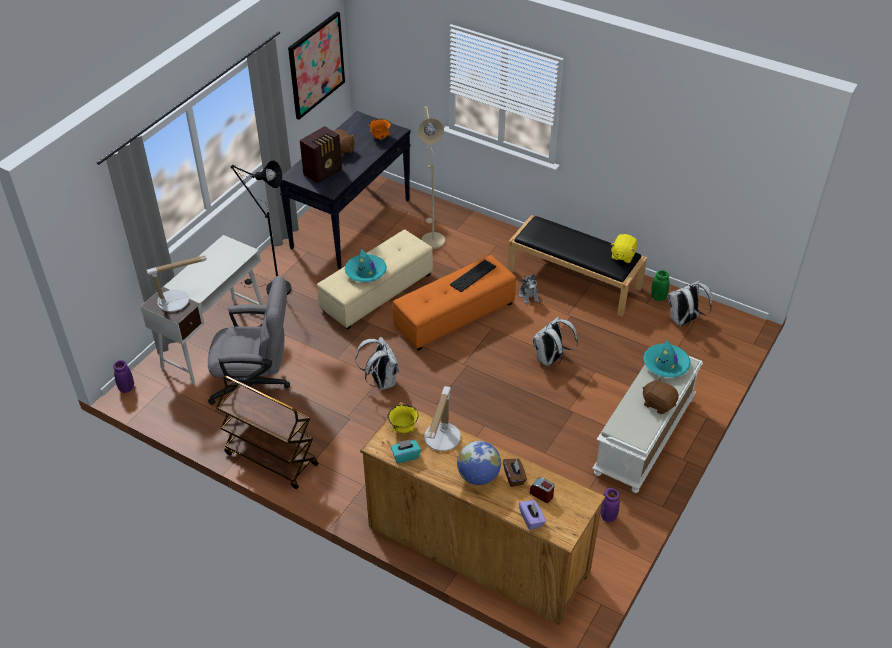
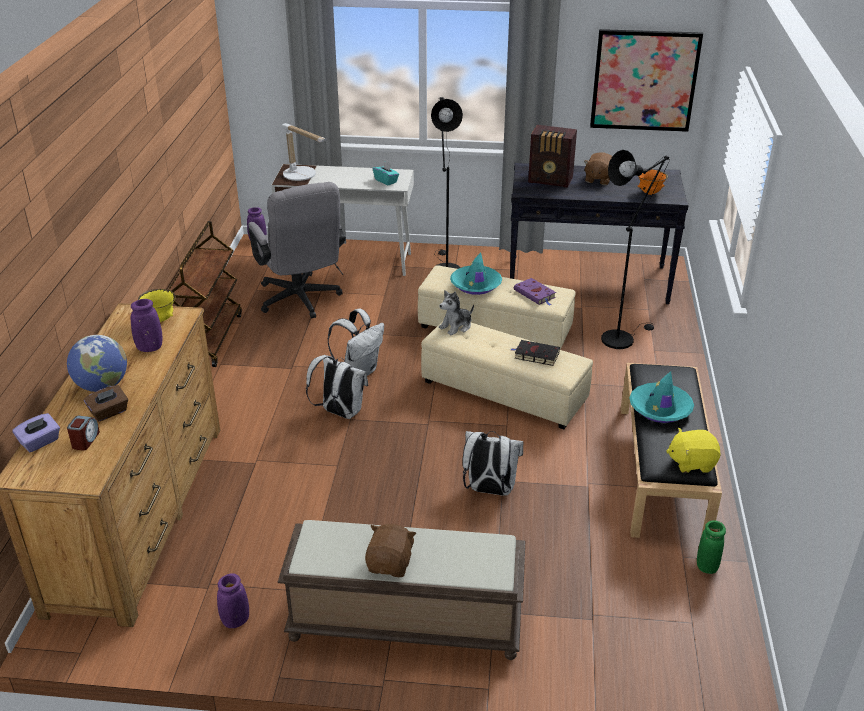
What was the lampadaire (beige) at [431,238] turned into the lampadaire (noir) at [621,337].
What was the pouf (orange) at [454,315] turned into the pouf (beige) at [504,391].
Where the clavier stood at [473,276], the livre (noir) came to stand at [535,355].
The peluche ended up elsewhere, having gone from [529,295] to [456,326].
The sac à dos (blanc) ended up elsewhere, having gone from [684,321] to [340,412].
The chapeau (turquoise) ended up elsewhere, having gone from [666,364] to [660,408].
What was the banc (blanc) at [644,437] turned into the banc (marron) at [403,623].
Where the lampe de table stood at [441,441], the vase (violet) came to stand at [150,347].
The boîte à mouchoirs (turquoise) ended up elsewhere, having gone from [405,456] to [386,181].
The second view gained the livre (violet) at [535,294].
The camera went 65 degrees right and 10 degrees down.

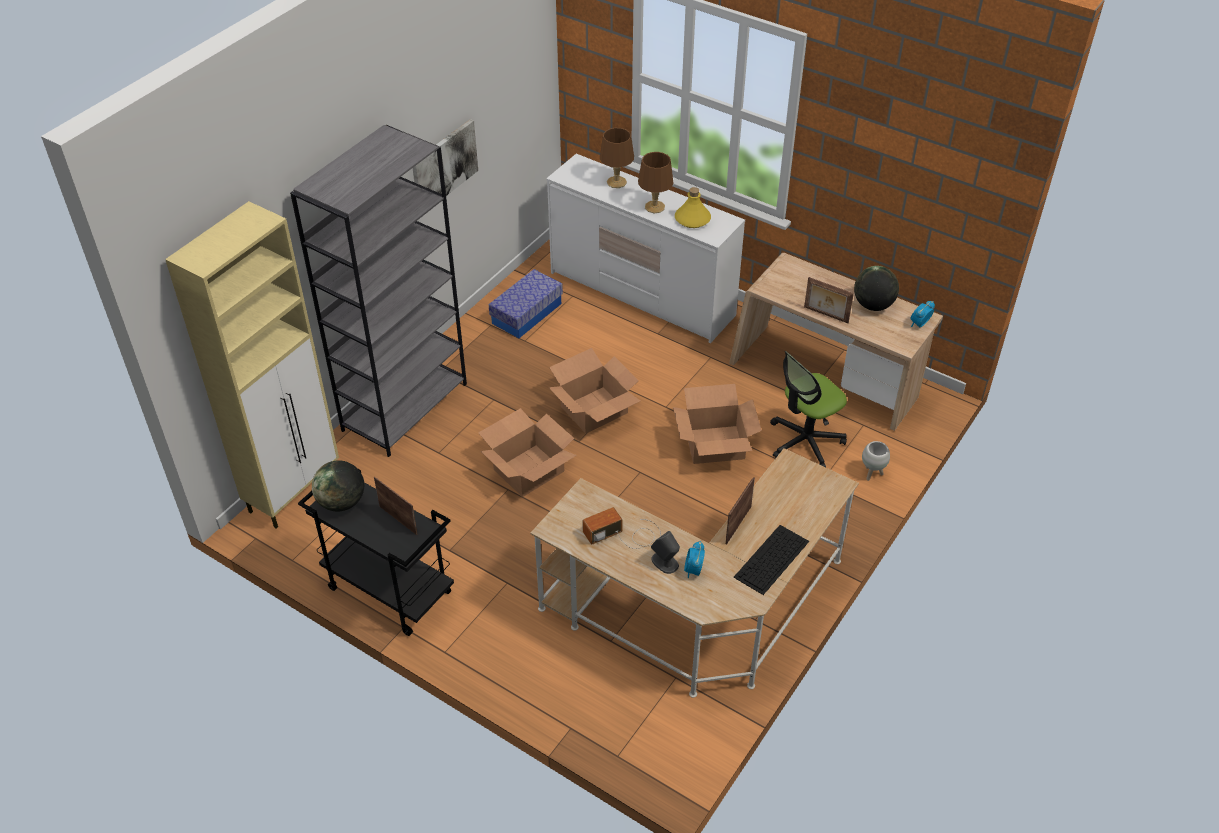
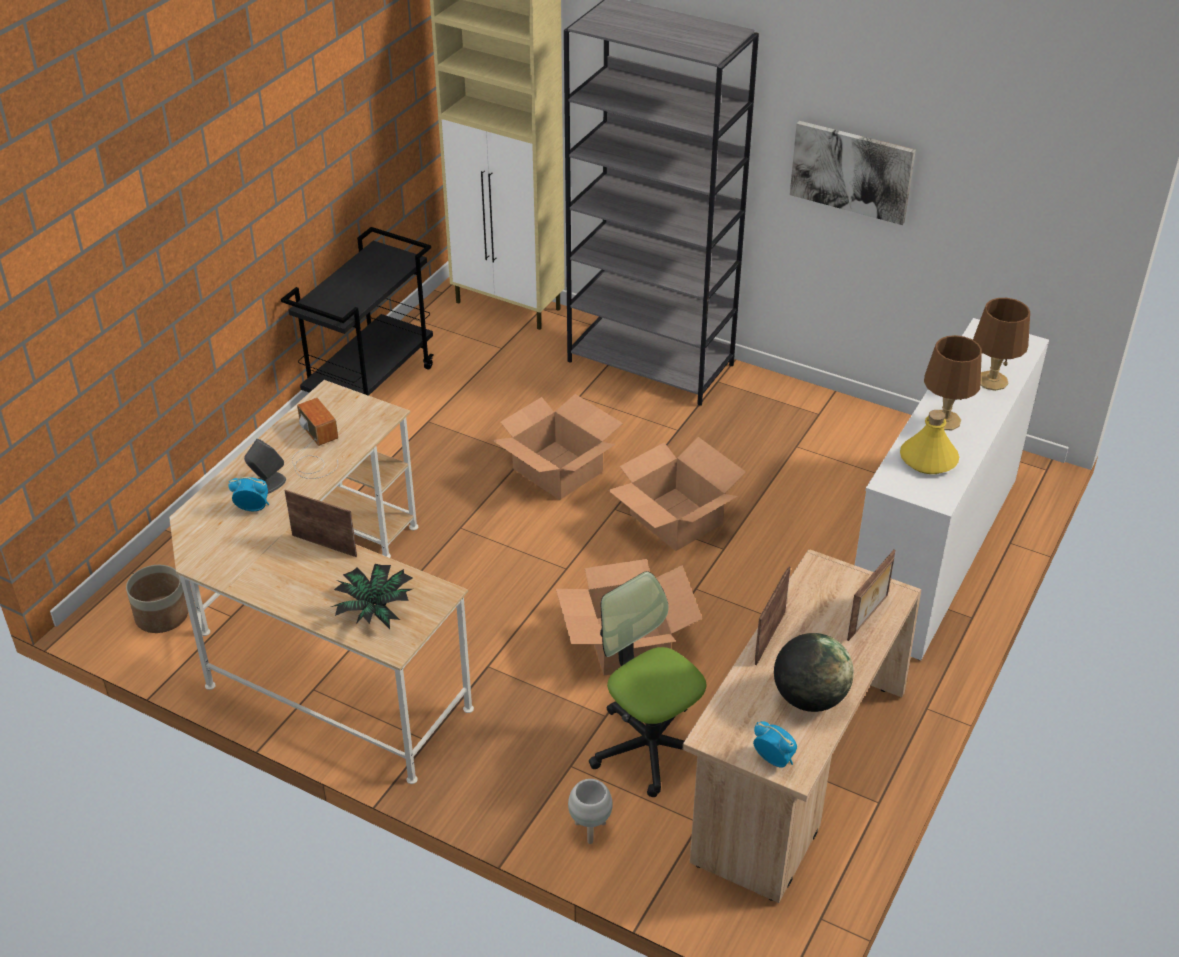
The second view lost the boîte de rangement at [526,313].
The second view lost the globe at [342,502].
The cadre photo ended up elsewhere, having gone from [399,519] to [868,618].
The second view lost the clavier at [771,560].
The second view gained the plante en pot at [375,609].
The second view gained the cache-pot at [161,615].
The camera went 85 degrees right and 5 degrees down.

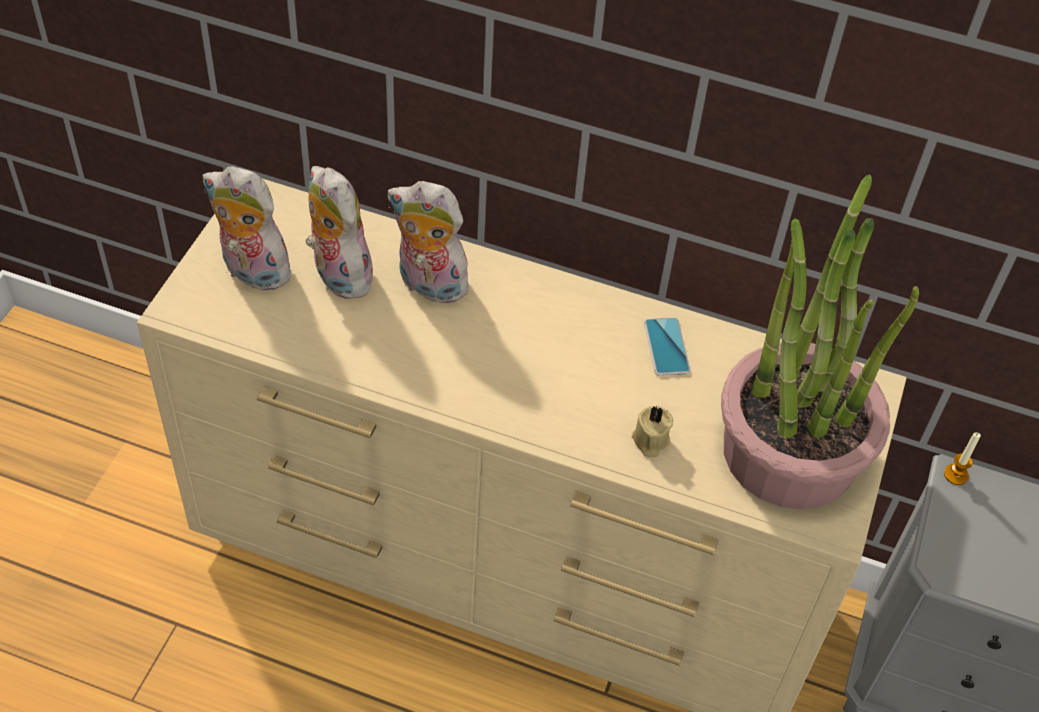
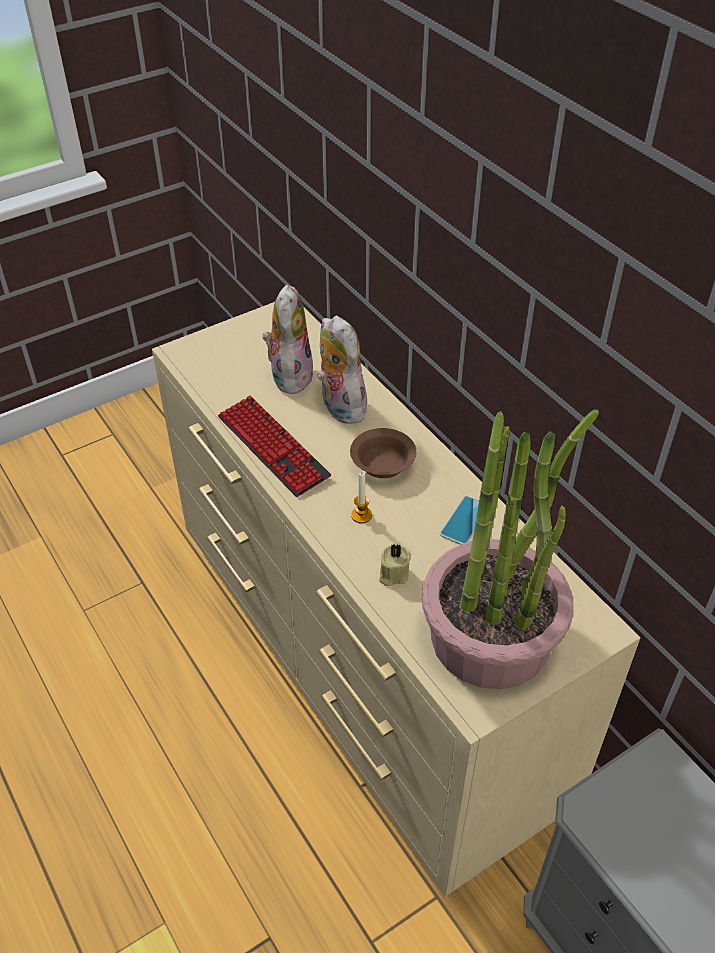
The second view lost the peluche at [251,272].
The bougie ended up elsewhere, having gone from [956,475] to [361,515].
The second view gained the clavier at [273,447].
The second view gained the bol (marron) at [381,463].
The camera went 40 degrees right and 5 degrees down.

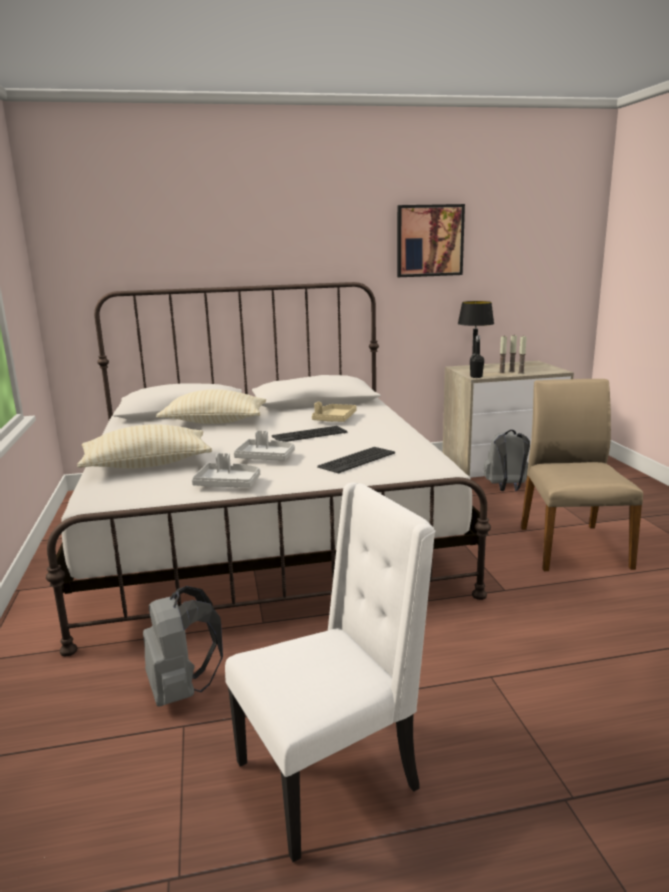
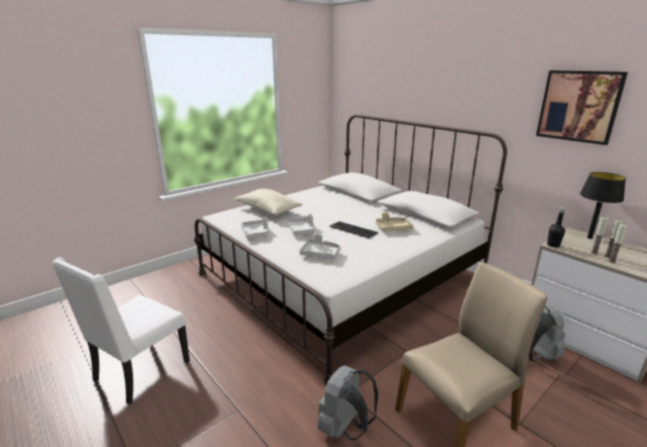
The second view lost the coussin (beige) at [214,422].
Where the clavier stood at [356,460], the plateau (gris) came to stand at [320,254].
The chaise (blanc) at [331,776] ended up facing another way, 90 degrees clockwise from before.
The sac à dos (gris) ended up elsewhere, having gone from [182,690] to [345,427].
The camera went 60 degrees right and 5 degrees up.

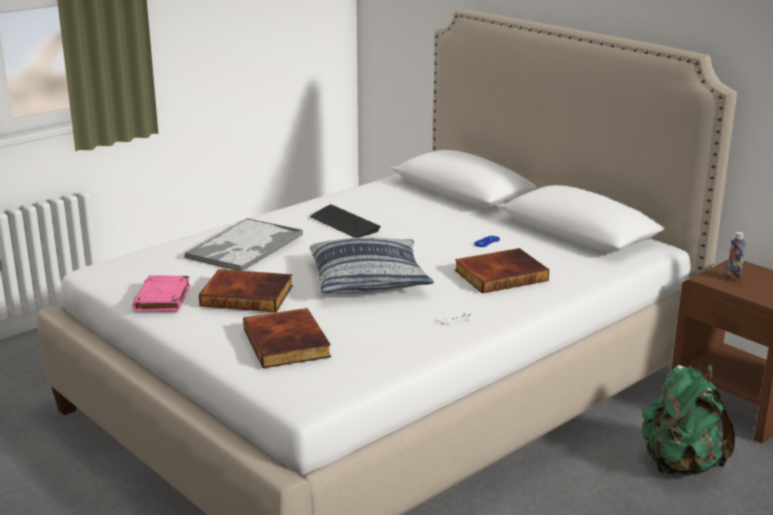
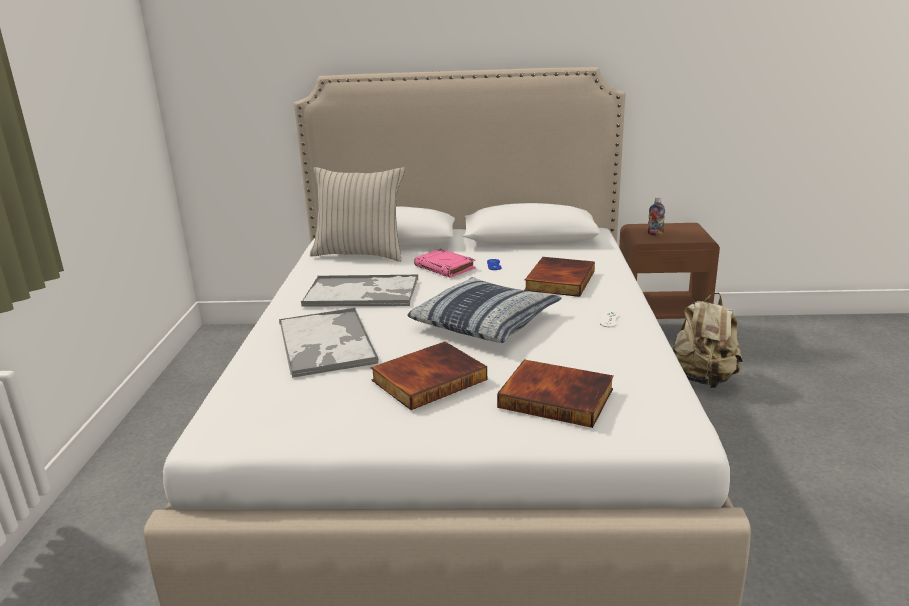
Where the clavier stood at [344,223], the plateau came to stand at [363,293].
The livre (rose) ended up elsewhere, having gone from [162,299] to [445,267].
What was the sac à dos (vert) at [680,465] turned into the sac à dos (beige) at [703,379].
The second view gained the coussin (beige) at [360,254].
The camera went 45 degrees left and 0 degrees up.

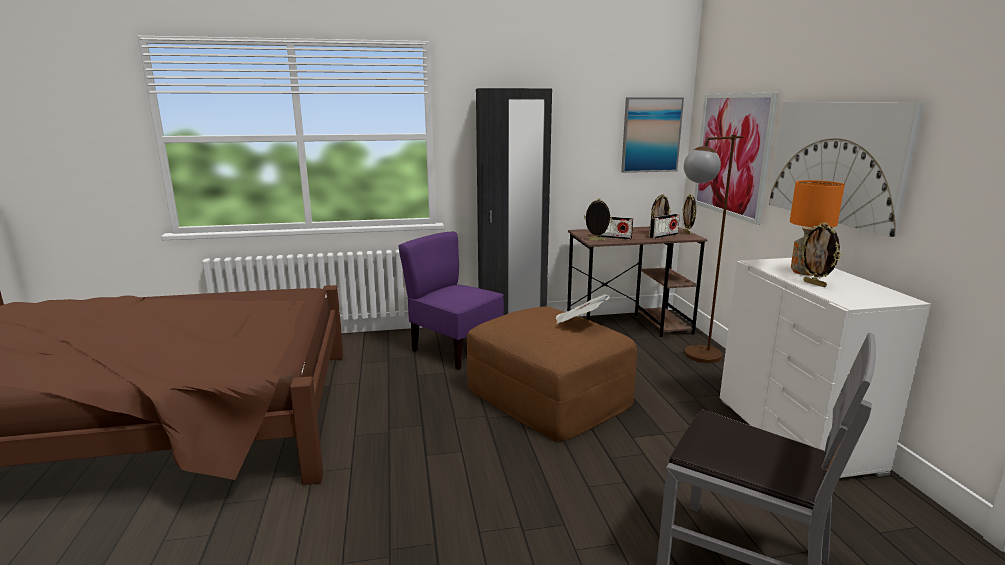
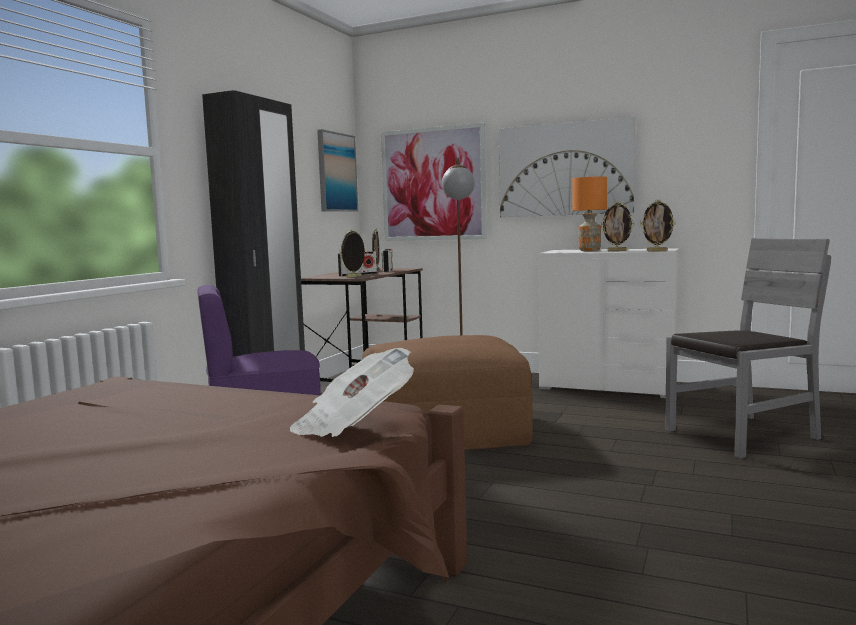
The cadre photo ended up elsewhere, having gone from [687,233] to [657,251].
The journal ended up elsewhere, having gone from [579,323] to [353,425].
The camera went 55 degrees left and 10 degrees down.

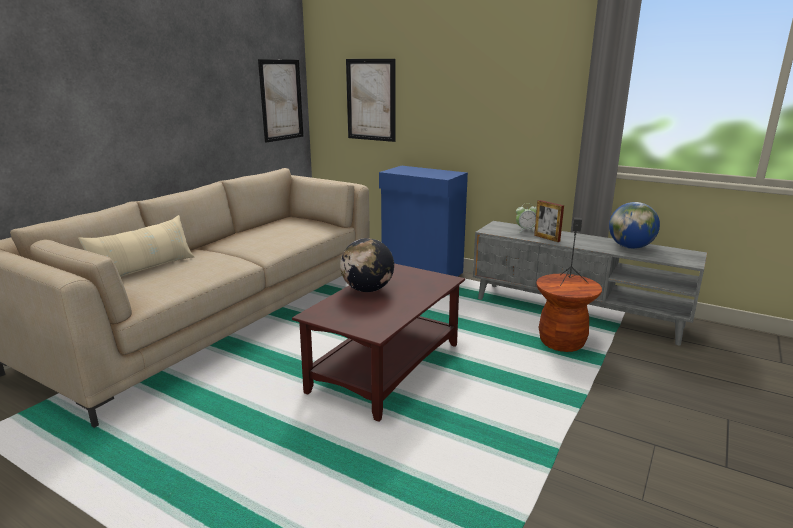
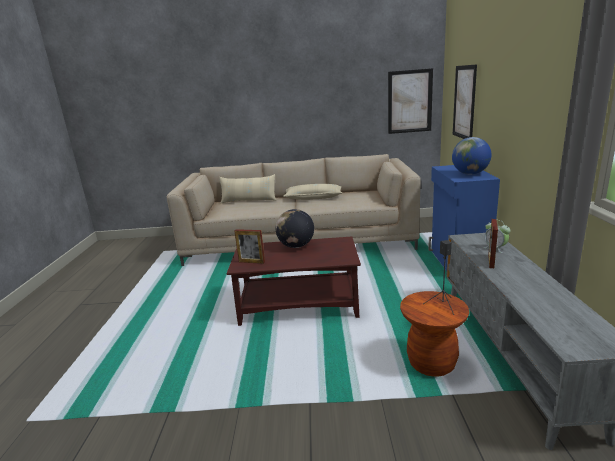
The globe ended up elsewhere, having gone from [630,247] to [470,174].
The second view gained the coussin (beige) at [313,198].
The second view gained the cadre photo at [251,262].
The camera went 60 degrees right and 0 degrees up.

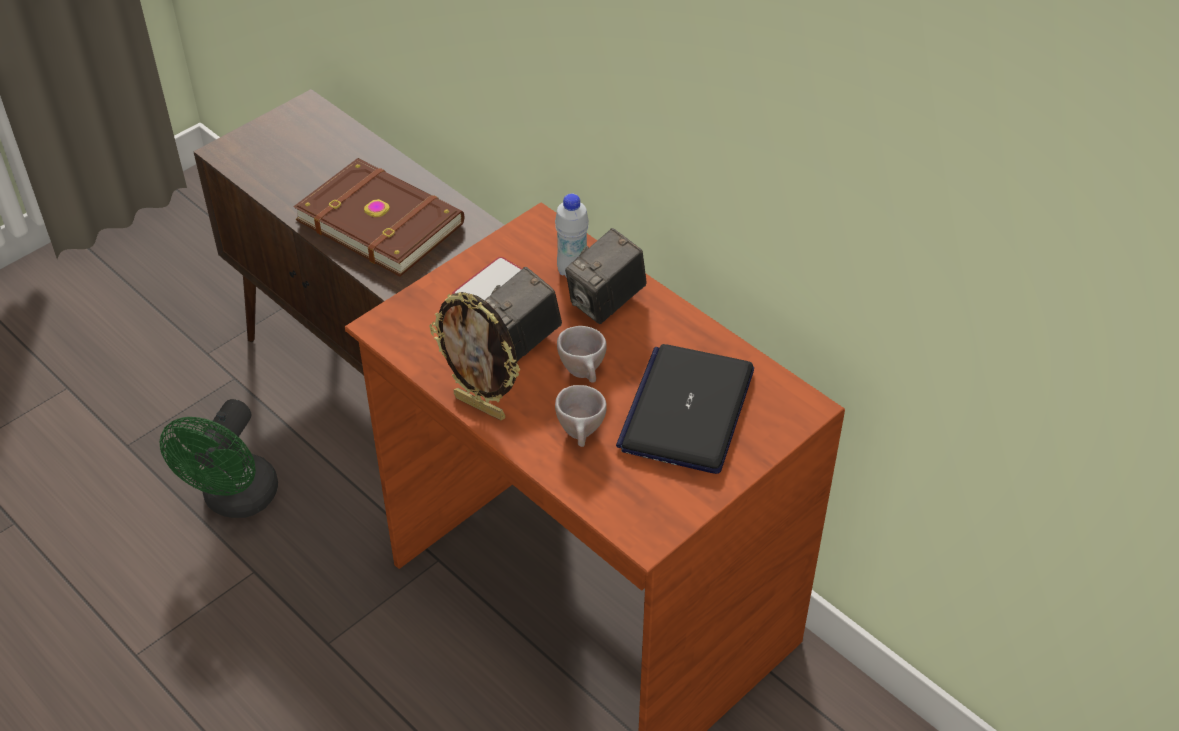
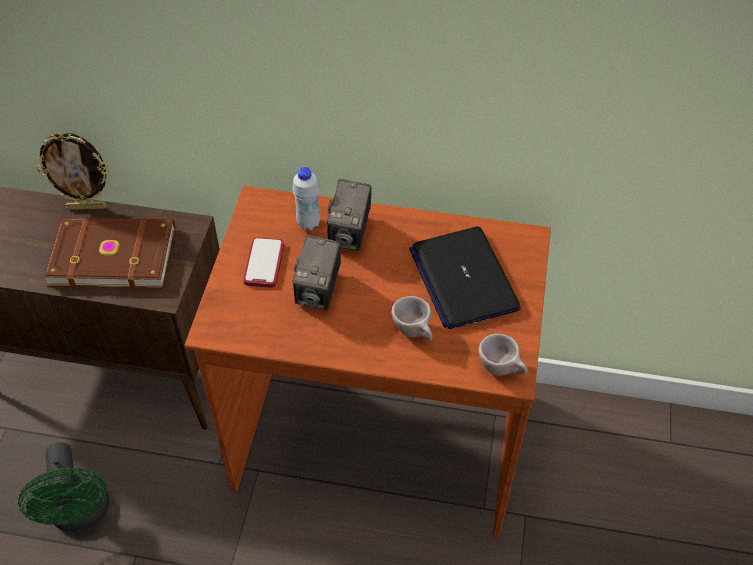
The cadre photo ended up elsewhere, having gone from [481,406] to [87,207].
The tasse (beige) ended up elsewhere, having gone from [584,374] to [502,370].
The camera went 35 degrees left and 5 degrees up.

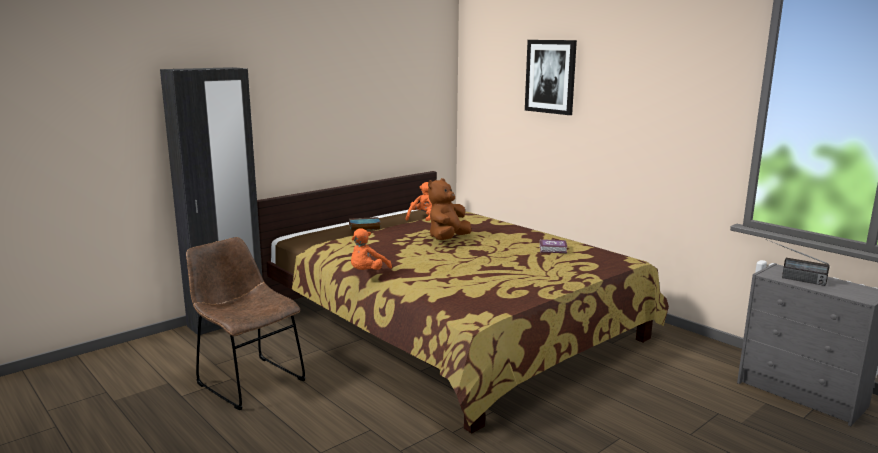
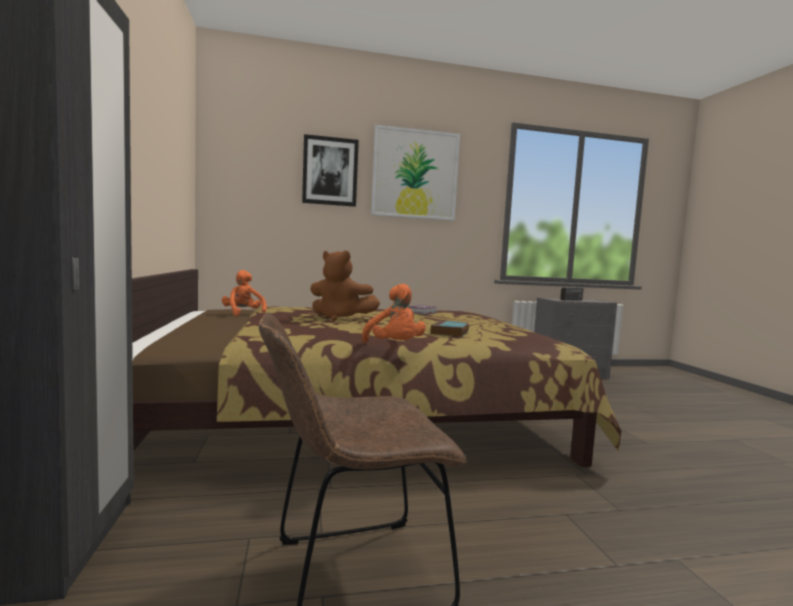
The peluche (marron) at [448,239] ended up facing another way, 45 degrees counterclockwise from before.
The livre ended up elsewhere, having gone from [364,227] to [450,332].
The second view gained the tableau at [415,174].
The camera went 60 degrees left and 10 degrees down.

